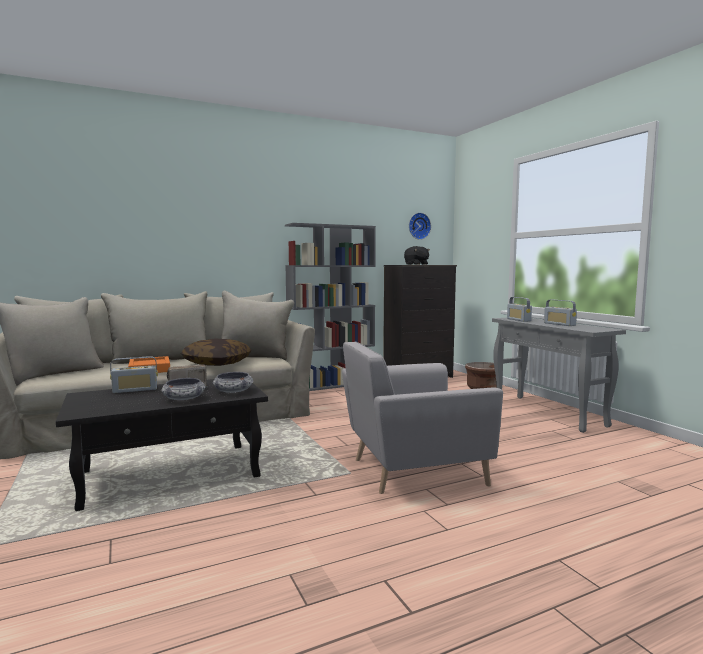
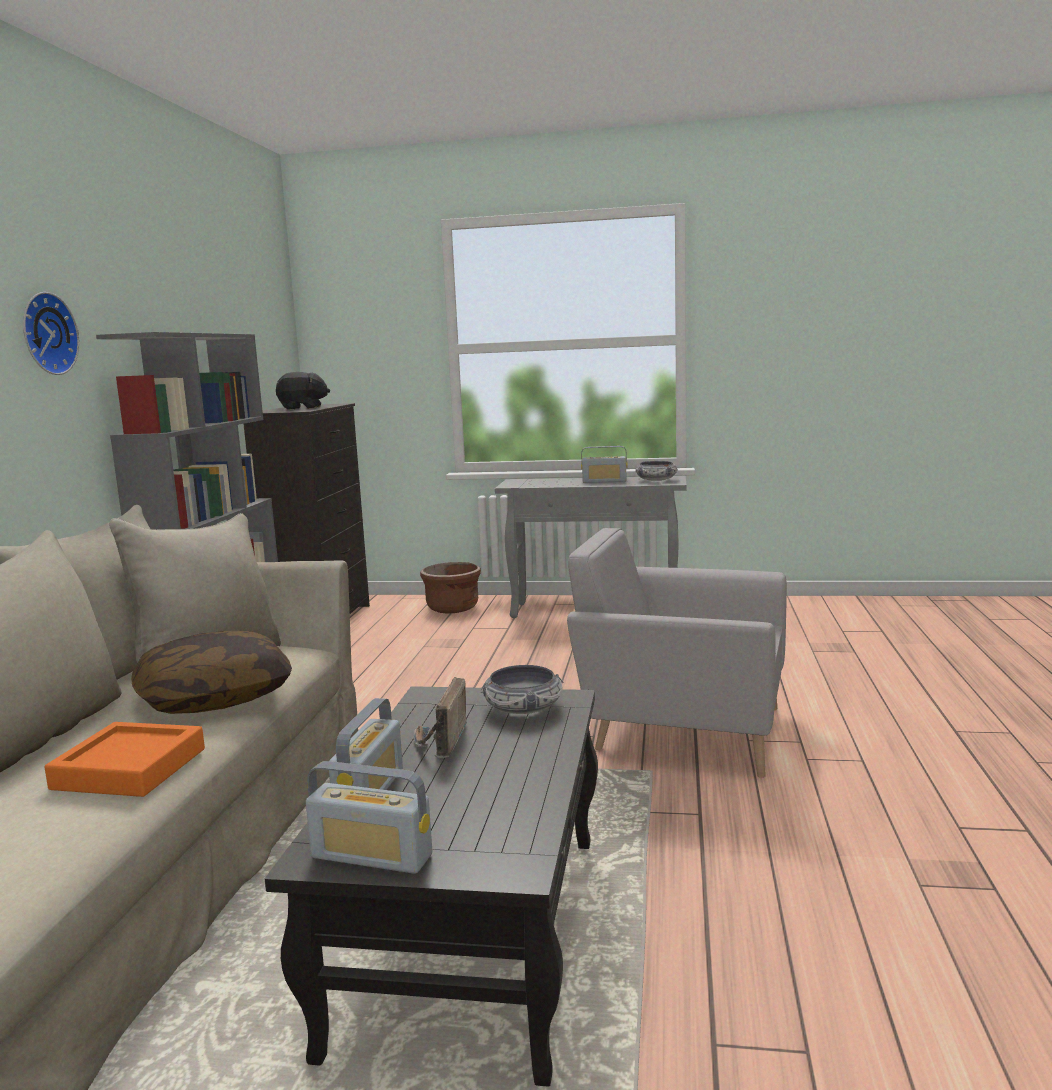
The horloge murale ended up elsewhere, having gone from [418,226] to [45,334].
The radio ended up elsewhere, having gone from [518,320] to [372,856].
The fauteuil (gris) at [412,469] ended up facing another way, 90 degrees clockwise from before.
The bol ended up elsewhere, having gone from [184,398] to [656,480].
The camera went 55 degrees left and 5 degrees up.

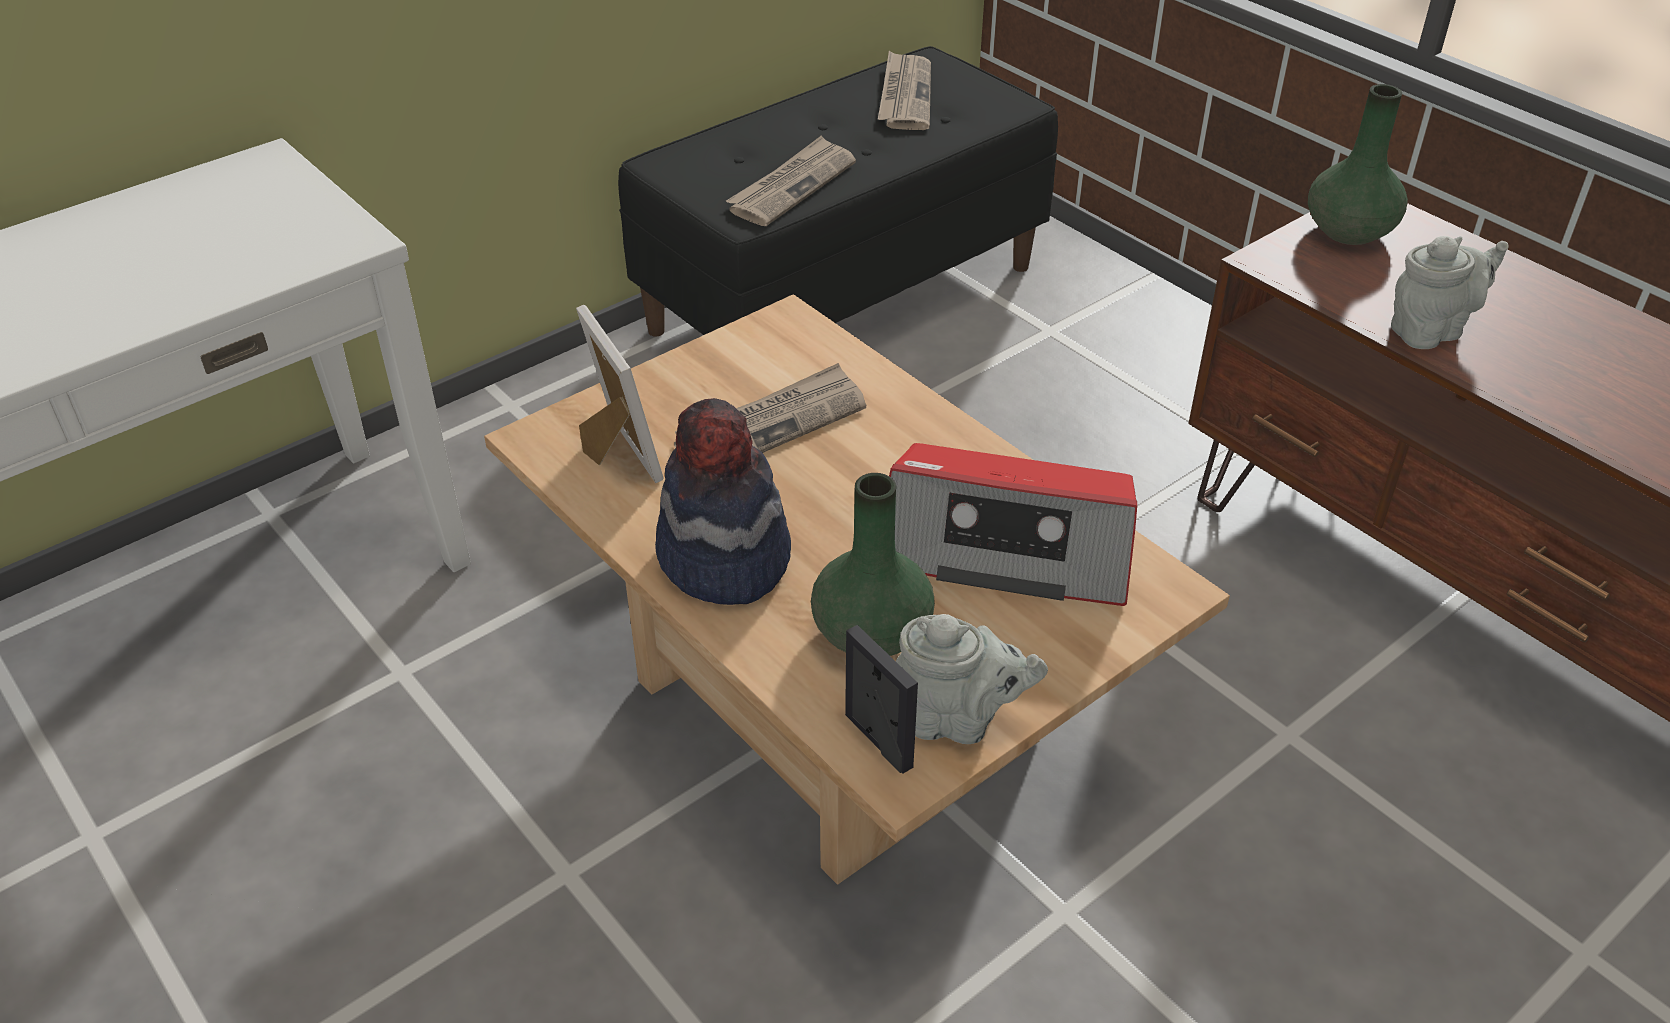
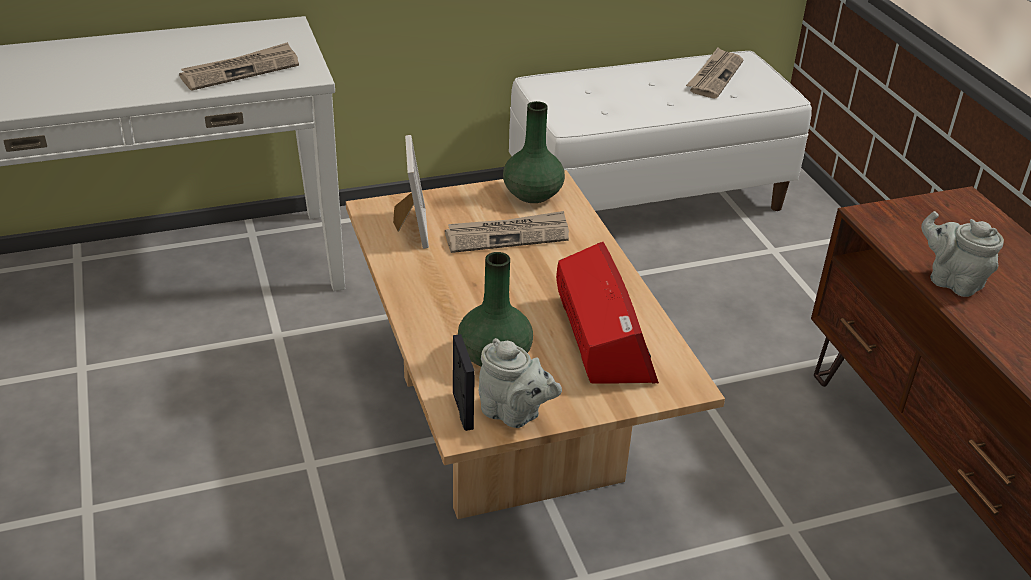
What was the banc (noir) at [843,297] turned into the banc (blanc) at [648,198].
The vase (vert) ended up elsewhere, having gone from [1348,232] to [531,194].
The journal ended up elsewhere, having gone from [792,186] to [241,70].
The théière (gris) at [1430,330] ended up facing another way, 135 degrees counterclockwise from before.
The second view lost the chapeau at [723,558].
The radio at [1007,549] ended up facing another way, 135 degrees counterclockwise from before.
The camera went 20 degrees right and 5 degrees down.

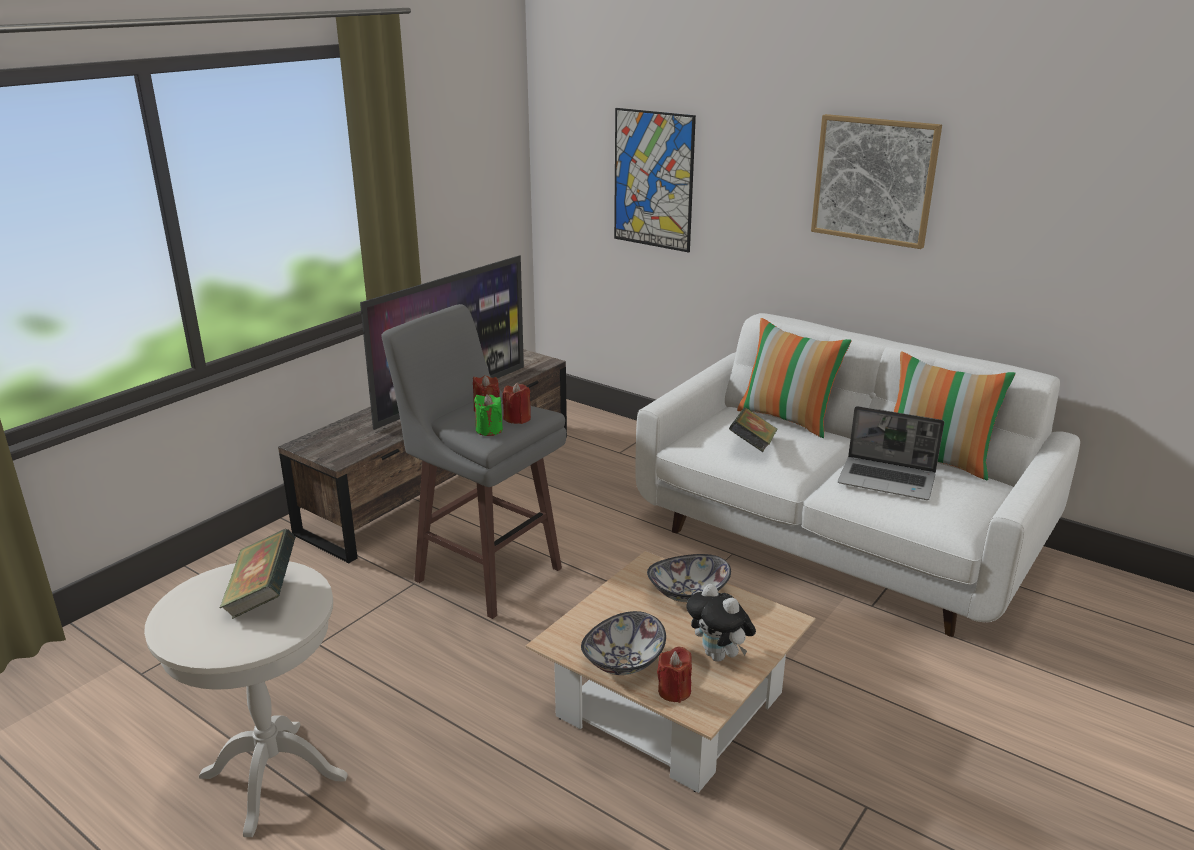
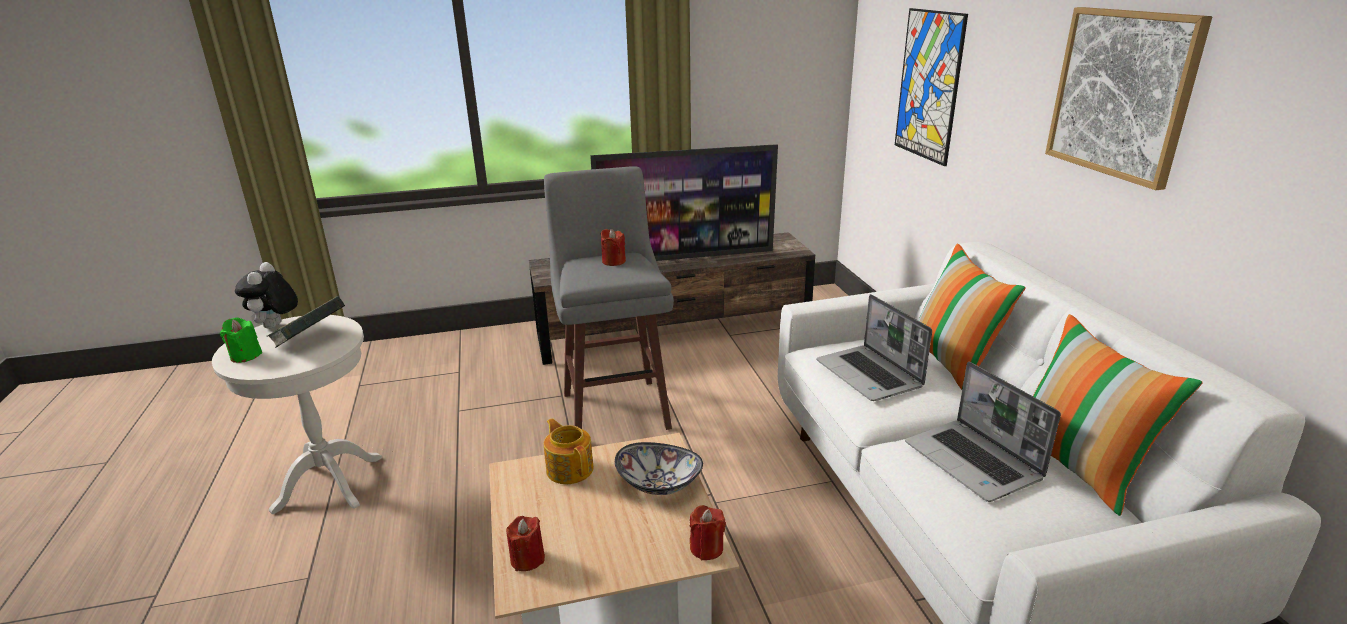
The bougie (rouge) ended up elsewhere, having gone from [517,418] to [706,548].
The bougie (vert) ended up elsewhere, having gone from [489,430] to [245,356].
Where the livre stood at [752,446], the ordinateur portable came to stand at [870,375].
The peluche ended up elsewhere, having gone from [719,656] to [275,326].
The second view lost the bol at [624,662].
The second view gained the théière at [570,468].
The camera went 40 degrees right and 0 degrees up.

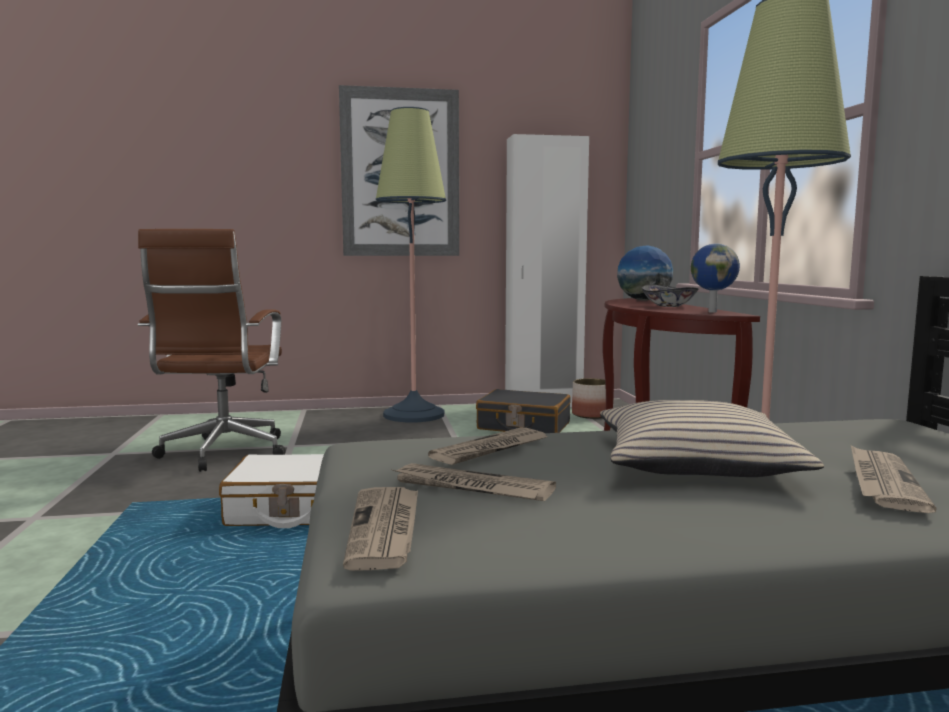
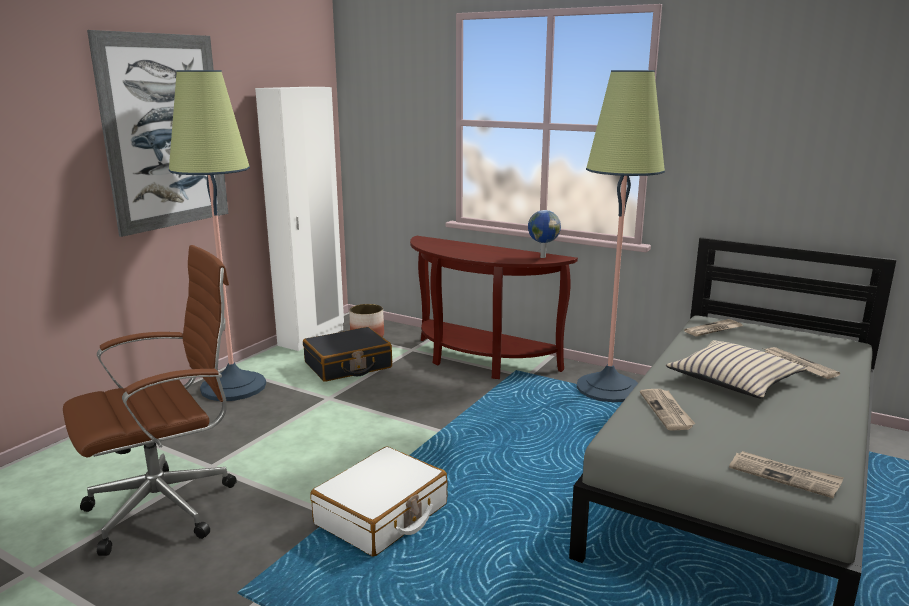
The chaise de bureau (marron) at [222,454] ended up facing another way, 75 degrees counterclockwise from before.
The second view lost the globe at [644,300].
The second view lost the bol at [668,306].
The journal ended up elsewhere, having gone from [471,487] to [713,330].
The camera went 50 degrees left and 10 degrees up.

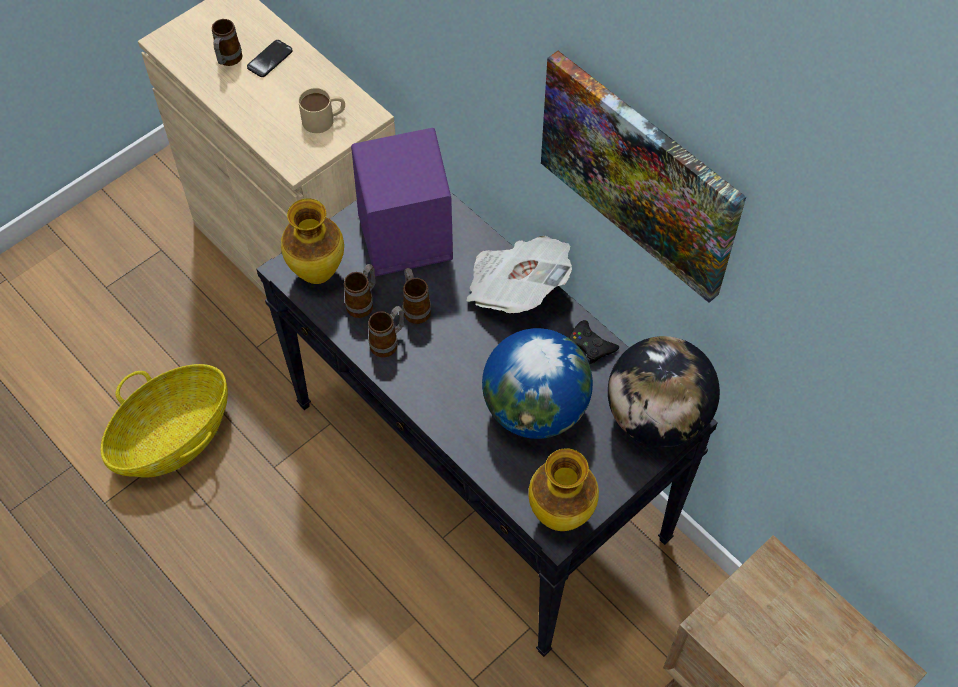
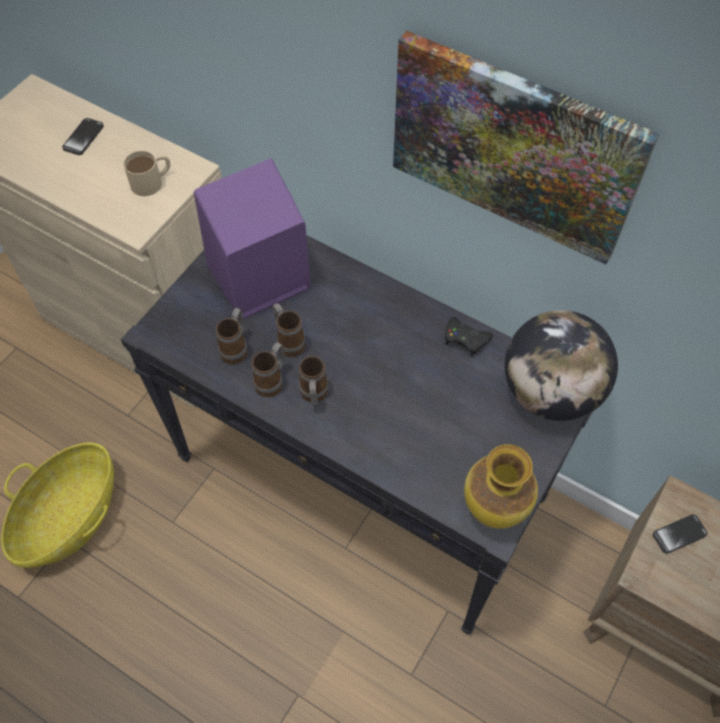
The mug ended up elsewhere, having gone from [228,61] to [314,396].
The second view lost the vase at [317,274].
The second view lost the journal at [516,288].
The second view lost the globe at [535,409].
The second view gained the téléphone at [679,534].
The camera went 15 degrees left and 0 degrees up.

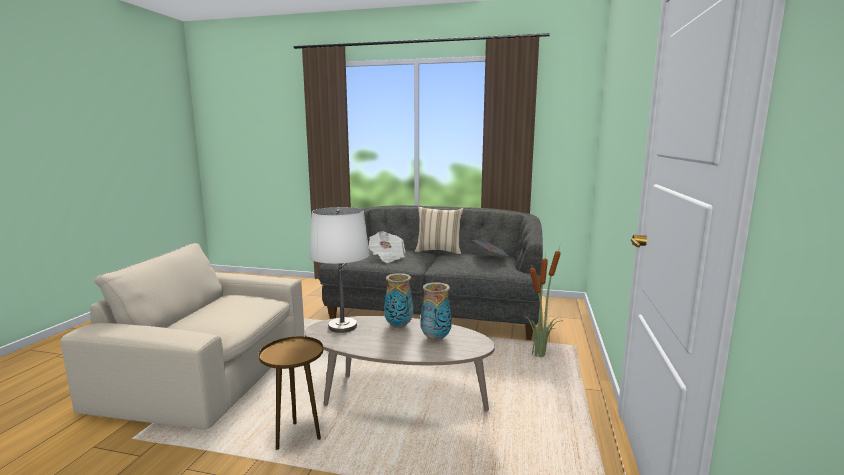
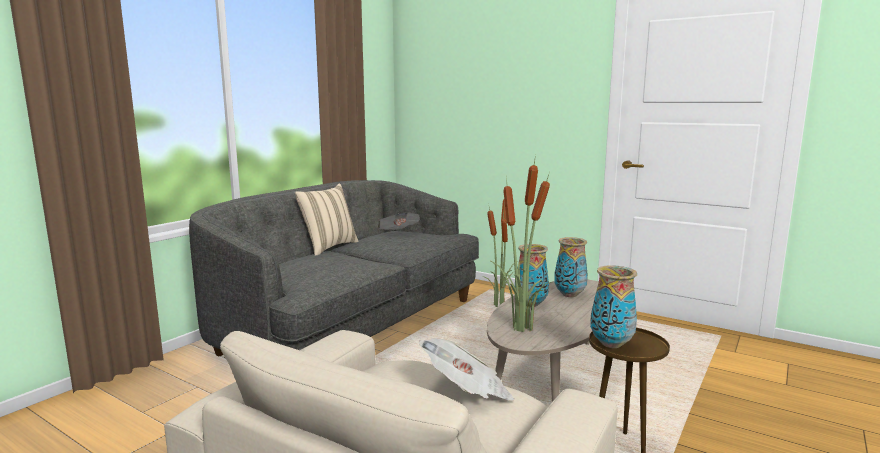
Where the lampe de table (blanc) stood at [343,327], the plante en pot came to stand at [520,329].
The journal ended up elsewhere, having gone from [387,257] to [467,392].
The second view gained the vase at [610,344].
The camera went 70 degrees left and 0 degrees up.

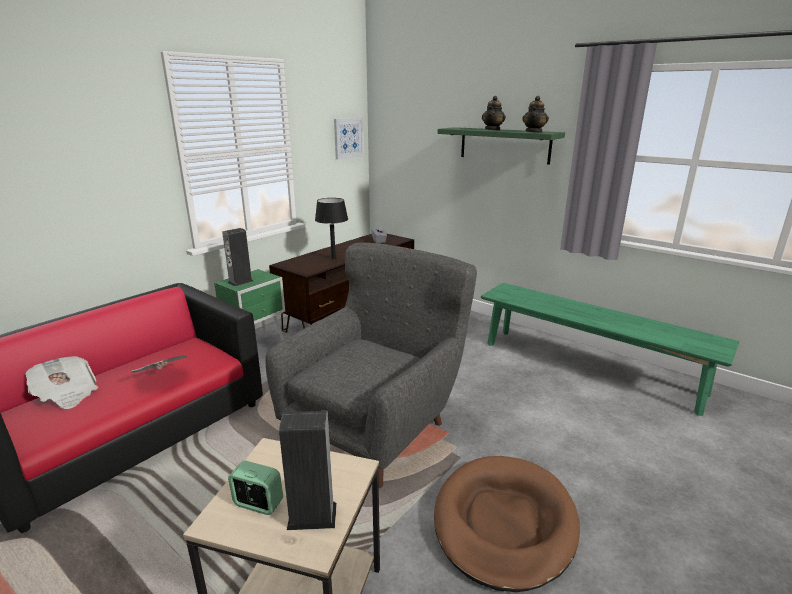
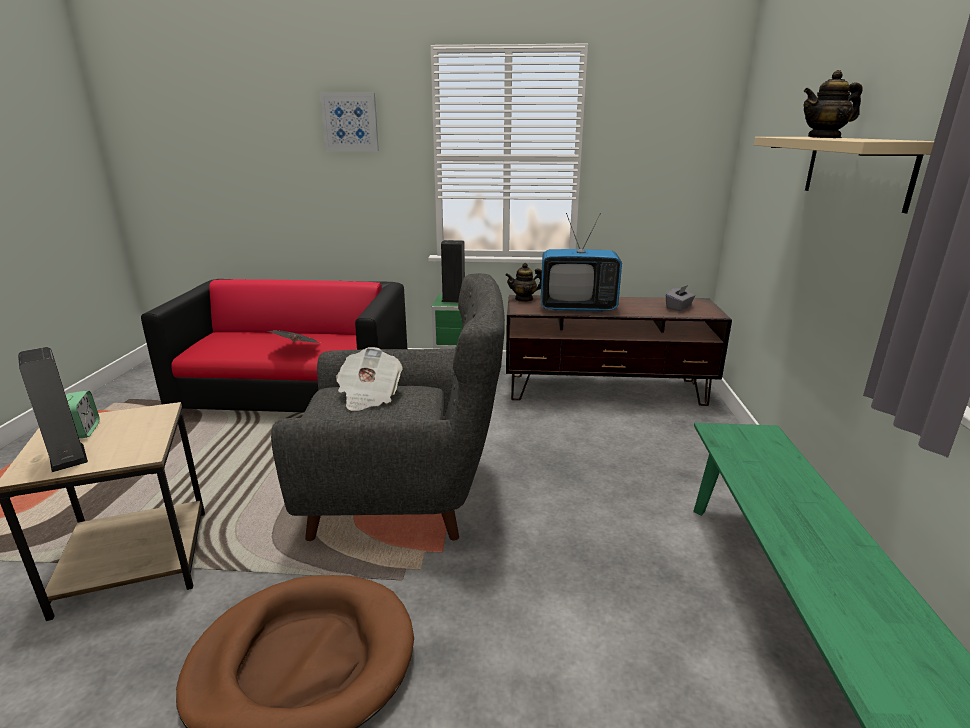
The théière ended up elsewhere, having gone from [534,132] to [524,299].
The tableau ended up elsewhere, having gone from [348,138] to [350,122].
What was the étagère (vert) at [504,145] turned into the étagère (beige) at [856,170].
Where the lampe de table (noir) stood at [333,258], the téléviseur came to stand at [577,308].
The journal ended up elsewhere, having gone from [66,394] to [369,396].
The camera went 55 degrees right and 0 degrees up.

